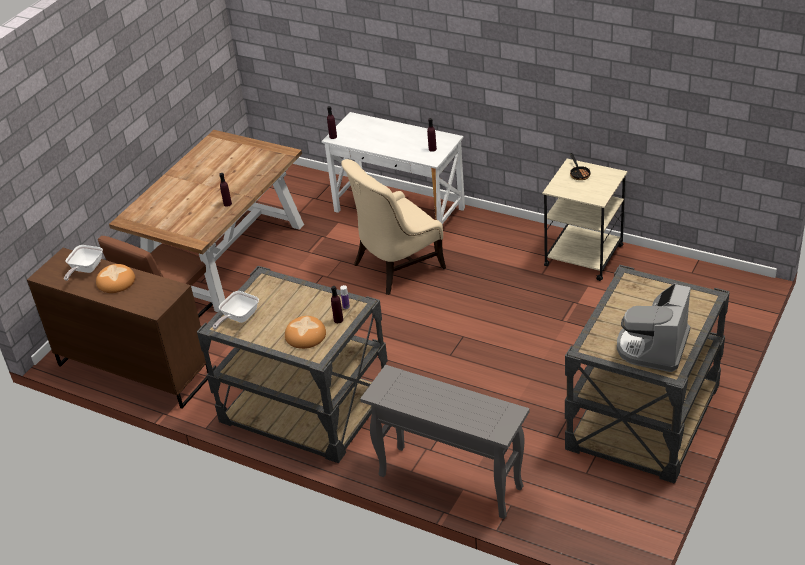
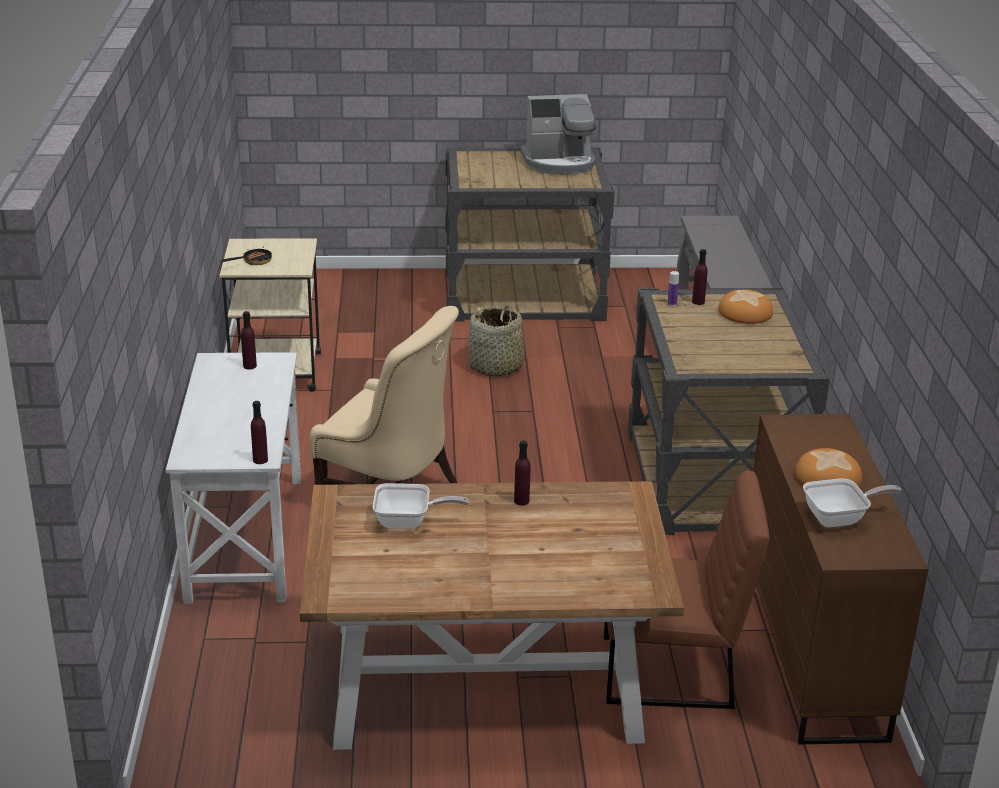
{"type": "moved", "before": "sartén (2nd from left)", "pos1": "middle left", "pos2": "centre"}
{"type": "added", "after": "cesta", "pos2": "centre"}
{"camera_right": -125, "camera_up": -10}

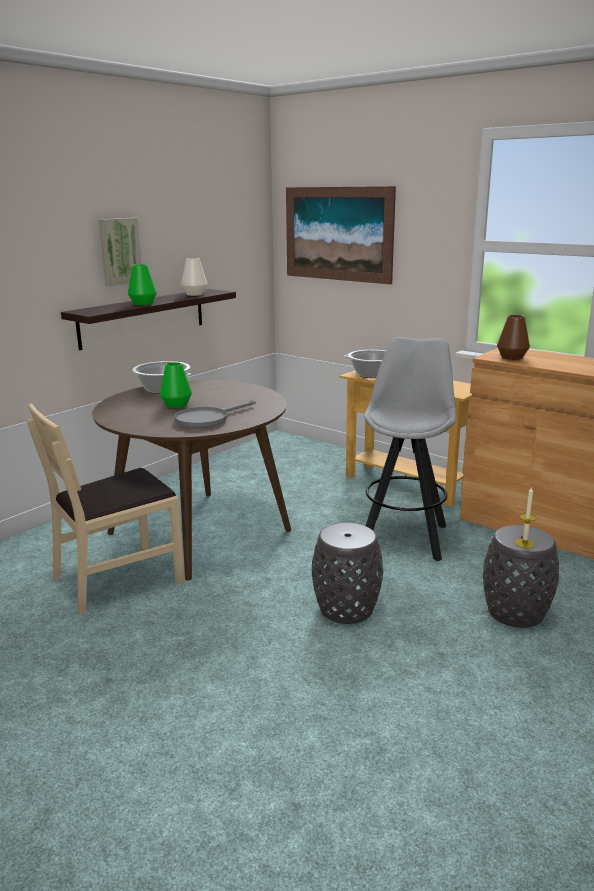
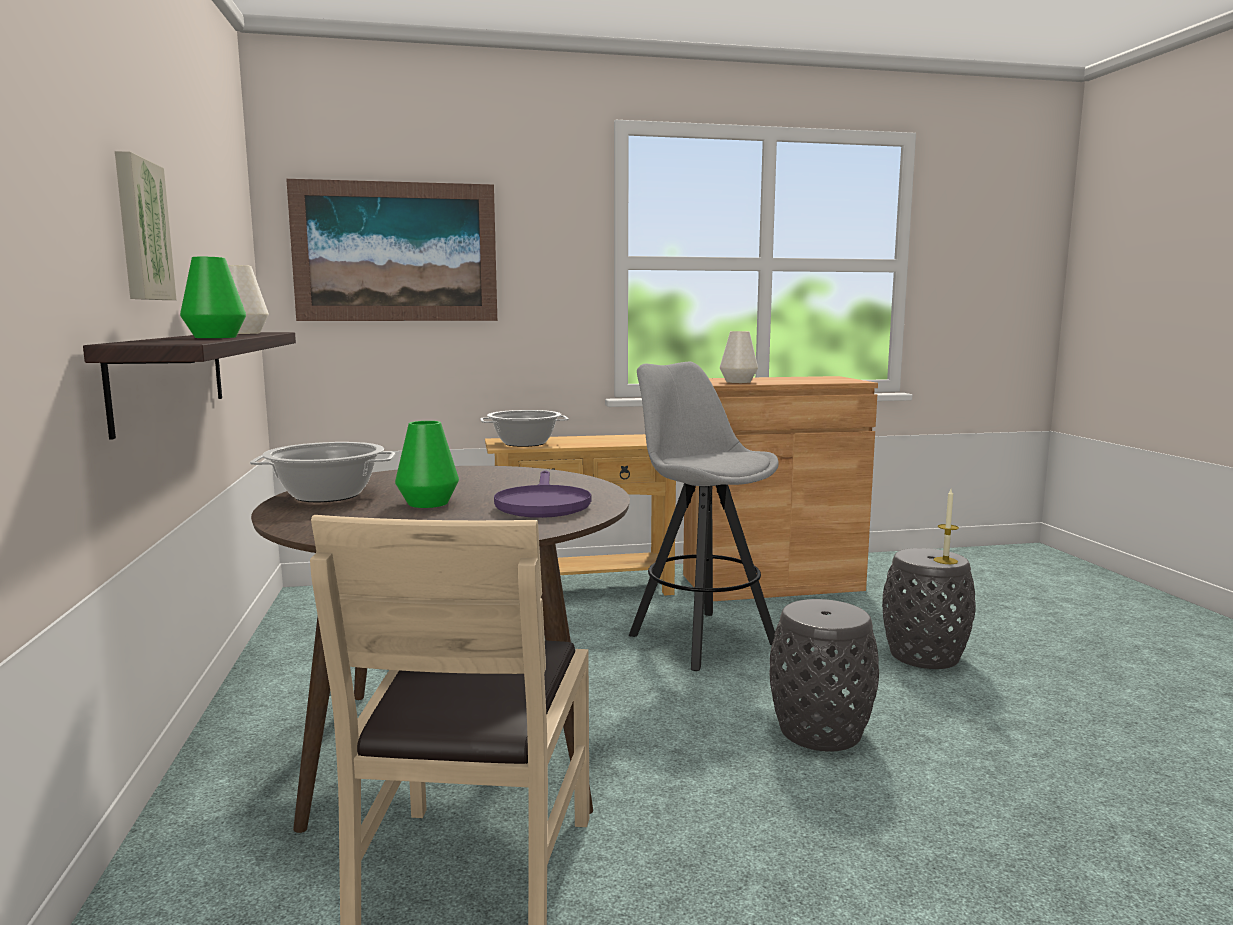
{"type": "recoloured", "before": "florero (marrón)", "after": "florero (blanco) (2nd from left)", "pos1": "middle right", "pos2": "centre"}
{"type": "recoloured", "before": "sartén (gris)", "after": "sartén (morado)", "pos1": "centre", "pos2": "centre"}
{"camera_right": -50, "camera_up": -10}

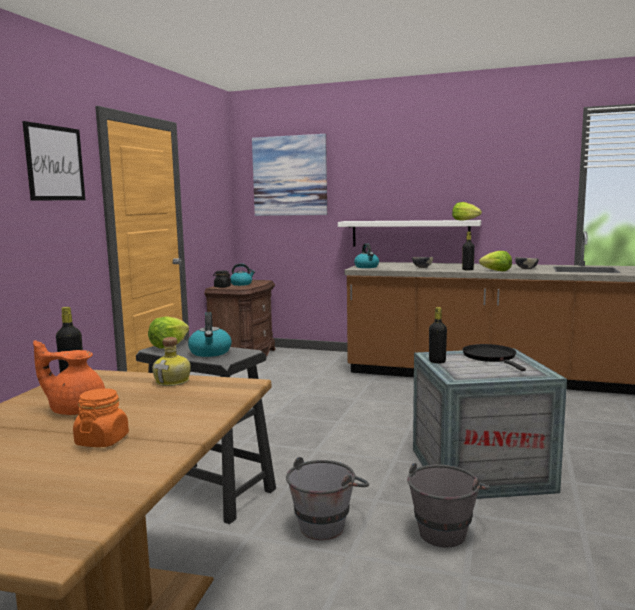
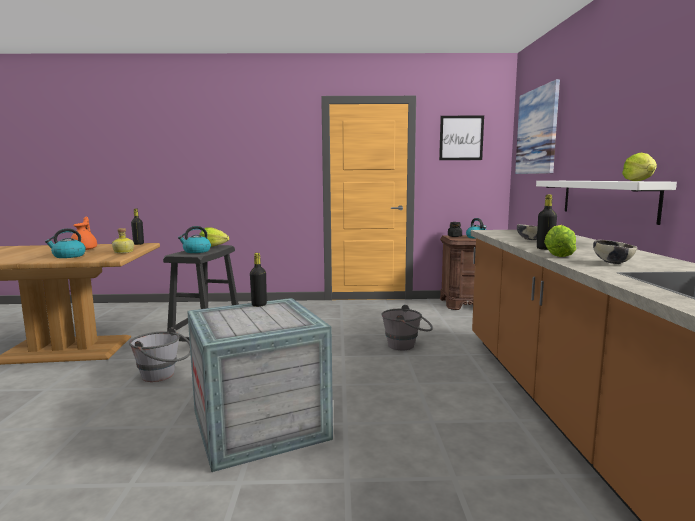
{"type": "moved", "before": "cuadro (1st from left)", "pos1": "top left", "pos2": "top centre"}
{"type": "moved", "before": "hervidor (3rd from left in the first image)", "after": "hervidor (1st from left)", "pos1": "centre", "pos2": "middle left"}
{"type": "removed", "before": "sartén (negro)", "pos1": "middle right"}
{"type": "removed", "before": "tarro (naranja)", "pos1": "bottom left"}
{"type": "moved", "before": "cubo (gris) (2nd from left)", "pos1": "bottom right", "pos2": "centre"}
{"camera_right": 70, "camera_up": 0}

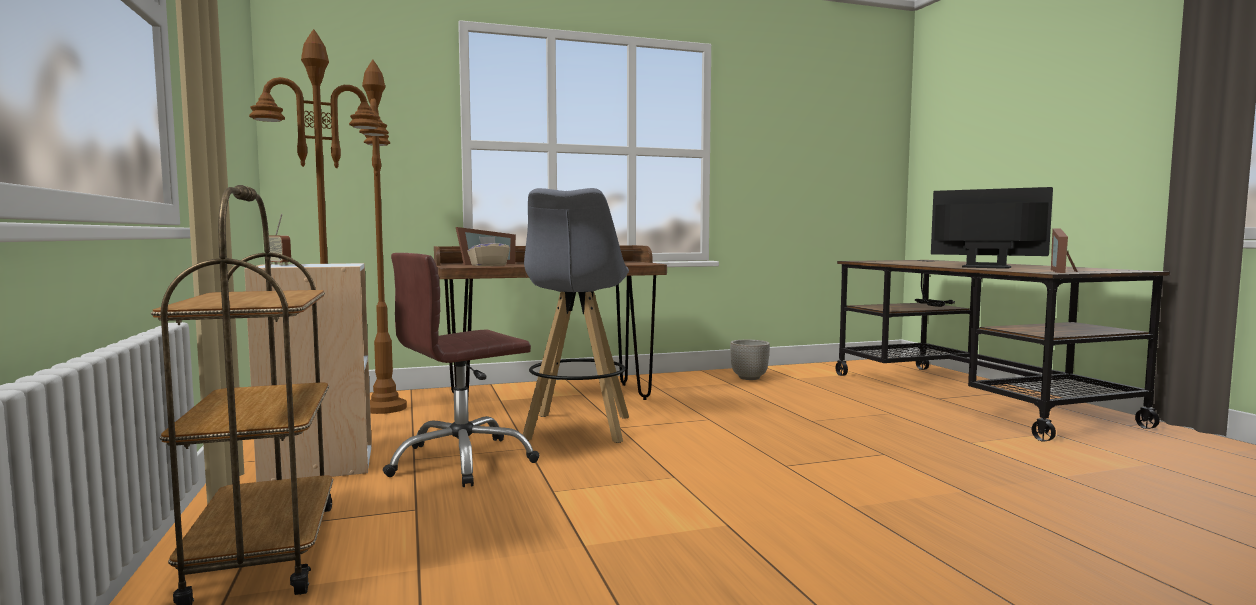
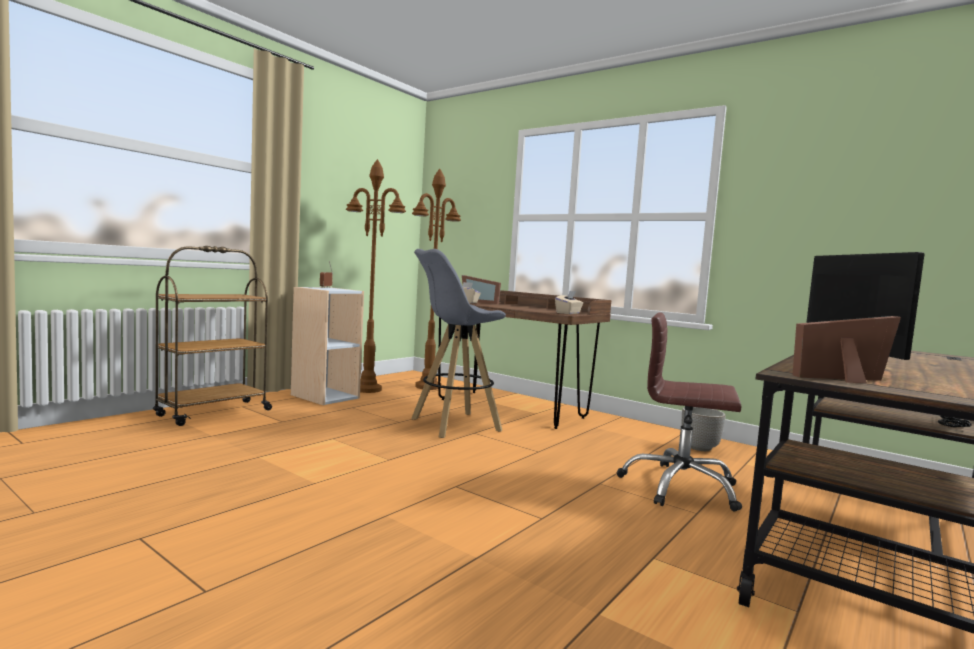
{"type": "moved", "before": "silla de oficina (marrón)", "pos1": "centre", "pos2": "middle right"}
{"type": "added", "after": "caja de pañuelos (beis) (2nd from left)", "pos2": "centre"}
{"camera_right": 55, "camera_up": 0}

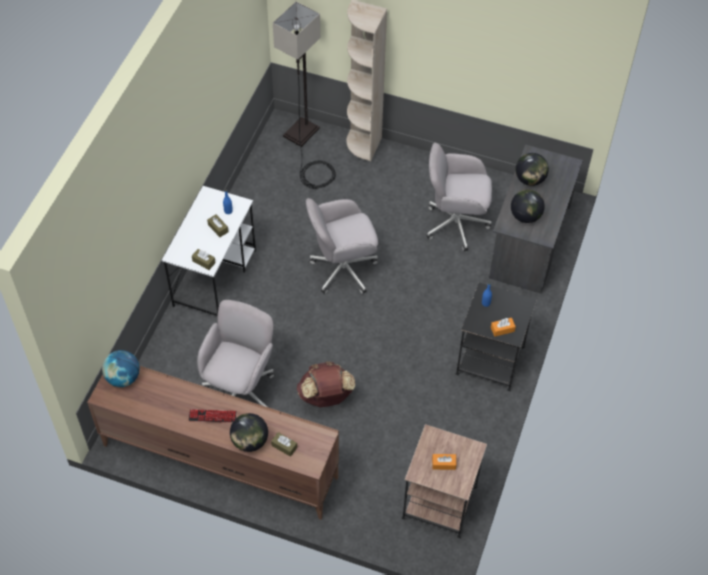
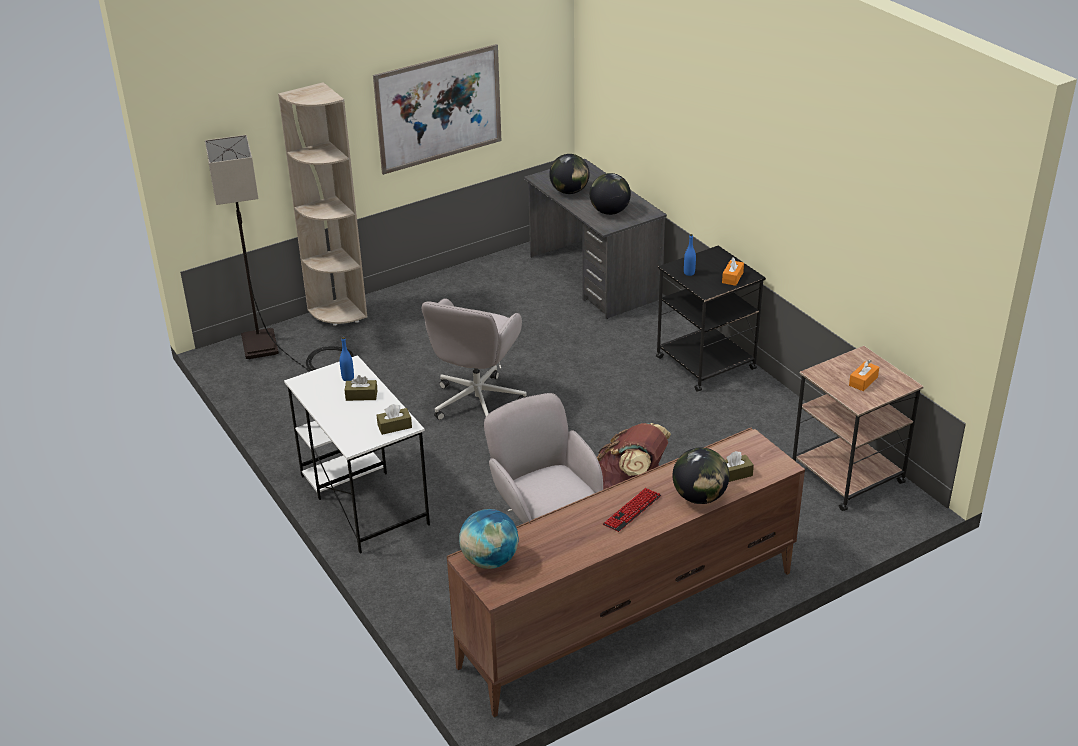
{"type": "removed", "before": "silla de oficina (gris) (3rd from left)", "pos1": "centre"}
{"type": "added", "after": "cuadro", "pos2": "top centre"}
{"camera_right": -50, "camera_up": -20}

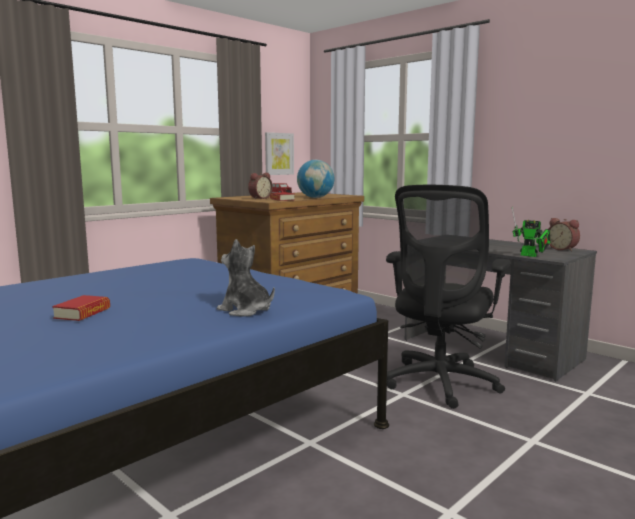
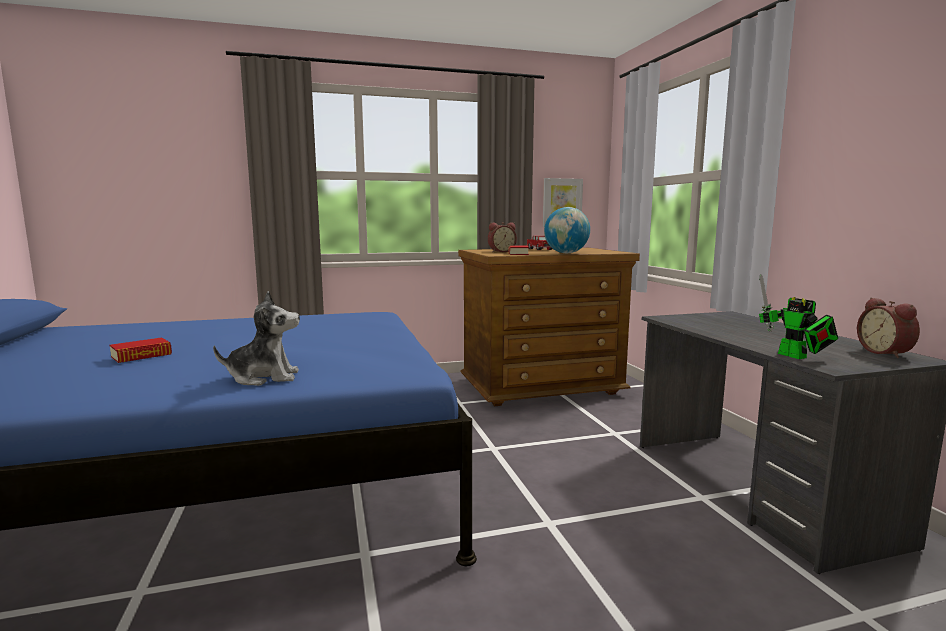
{"type": "removed", "before": "silla de oficina (negro)", "pos1": "middle right"}
{"type": "turned", "before": "peluche", "pos1": "centre", "pos2": "middle left", "turn": 105}
{"camera_right": 30, "camera_up": 0}

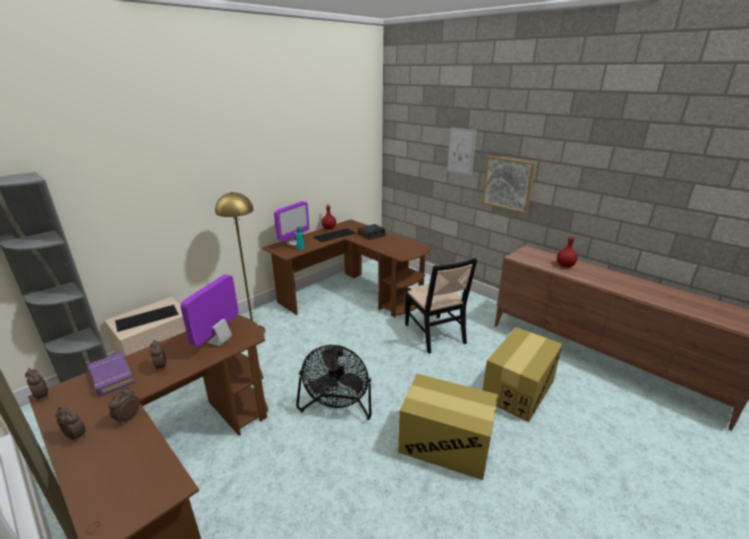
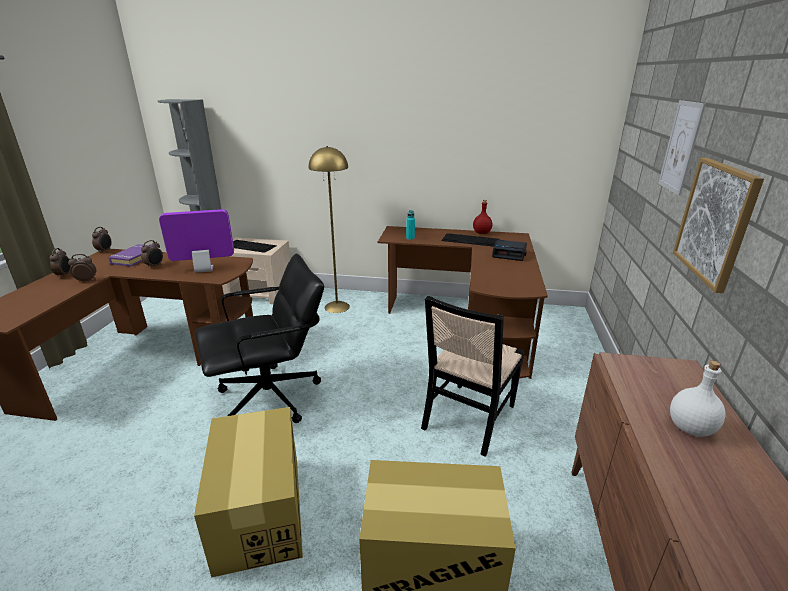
{"type": "removed", "before": "monitor (2nd from left)", "pos1": "centre"}
{"type": "recoloured", "before": "botella (rojo) (2nd from left)", "after": "botella (blanco)", "pos1": "middle right", "pos2": "bottom right"}
{"type": "replaced", "before": "ventilador (negro)", "after": "silla de oficina (negro)", "pos1": "bottom centre", "pos2": "middle left"}
{"camera_right": 55, "camera_up": 0}

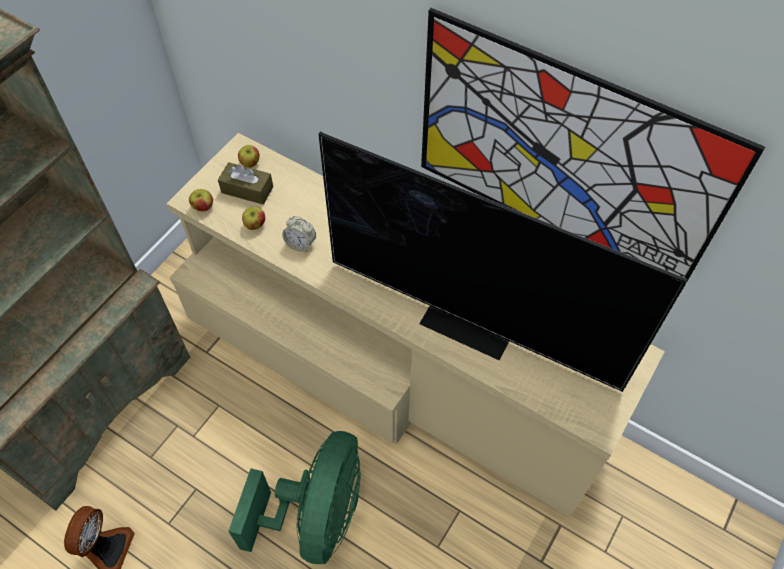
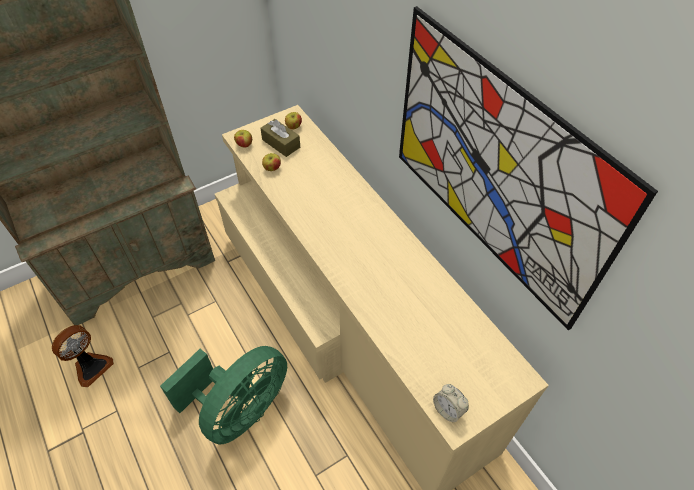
{"type": "removed", "before": "televisor", "pos1": "centre"}
{"type": "moved", "before": "despertador", "pos1": "centre", "pos2": "bottom centre"}
{"camera_right": 25, "camera_up": -5}

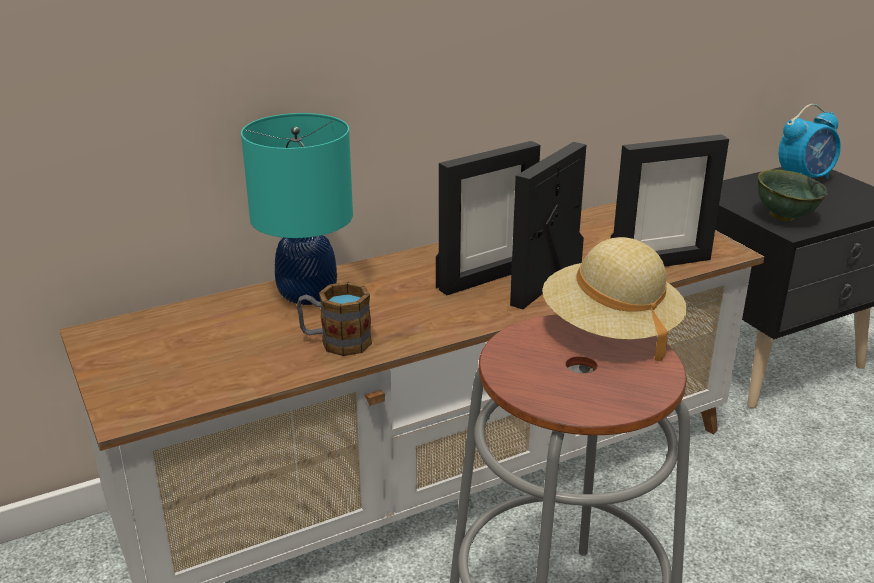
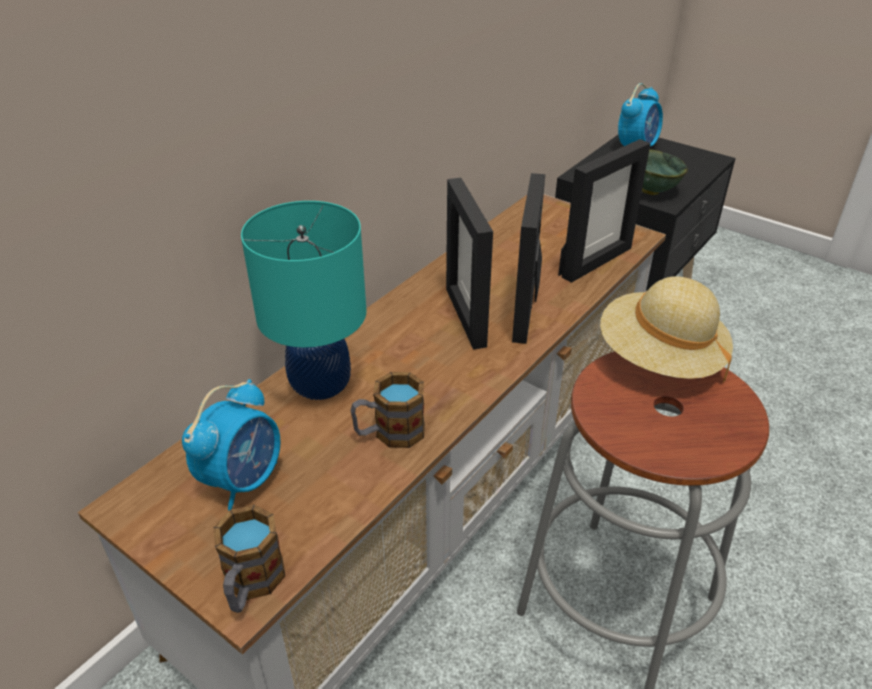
{"type": "turned", "before": "portarretratos (1st from left)", "pos1": "centre", "pos2": "centre", "turn": 135}
{"type": "added", "after": "despertador (1st from left)", "pos2": "middle left"}
{"type": "added", "after": "taza grande (1st from left)", "pos2": "bottom left"}
{"camera_right": -25, "camera_up": 10}

